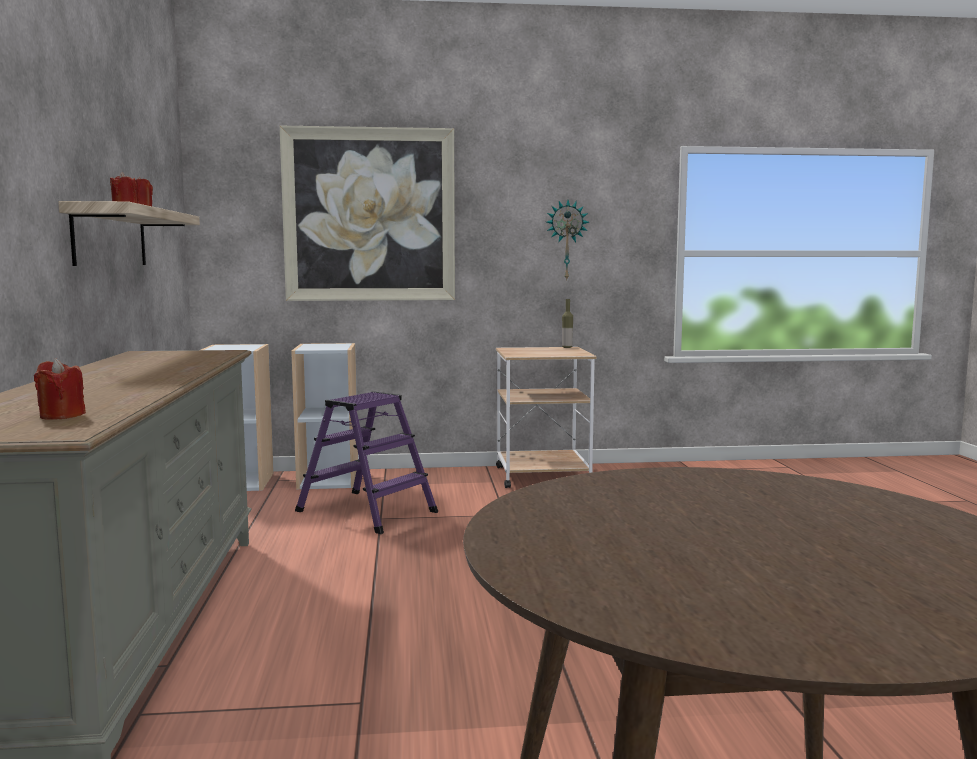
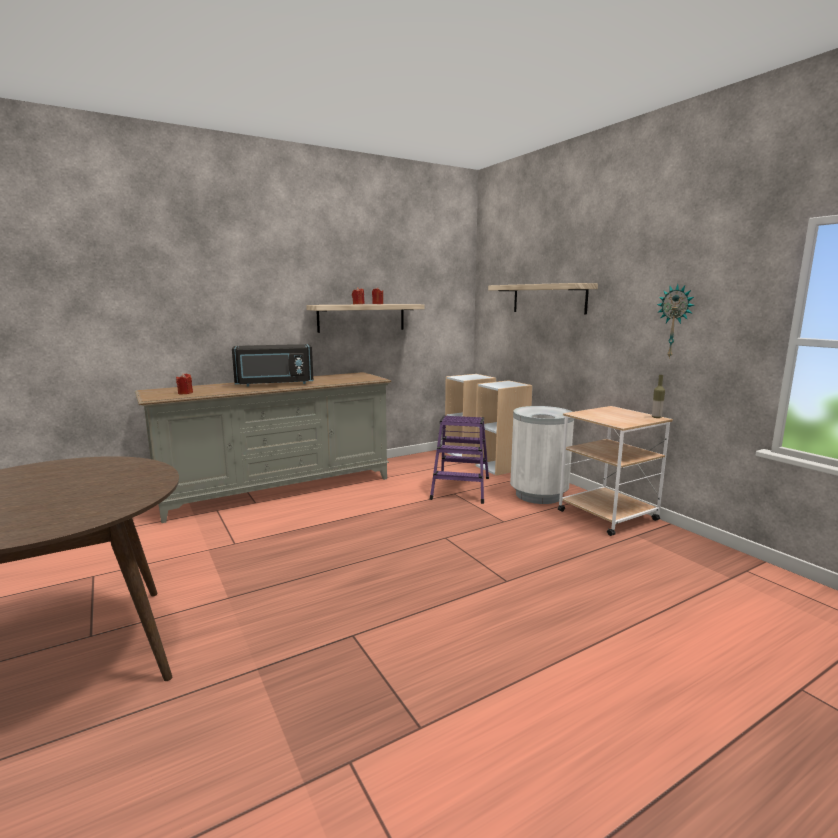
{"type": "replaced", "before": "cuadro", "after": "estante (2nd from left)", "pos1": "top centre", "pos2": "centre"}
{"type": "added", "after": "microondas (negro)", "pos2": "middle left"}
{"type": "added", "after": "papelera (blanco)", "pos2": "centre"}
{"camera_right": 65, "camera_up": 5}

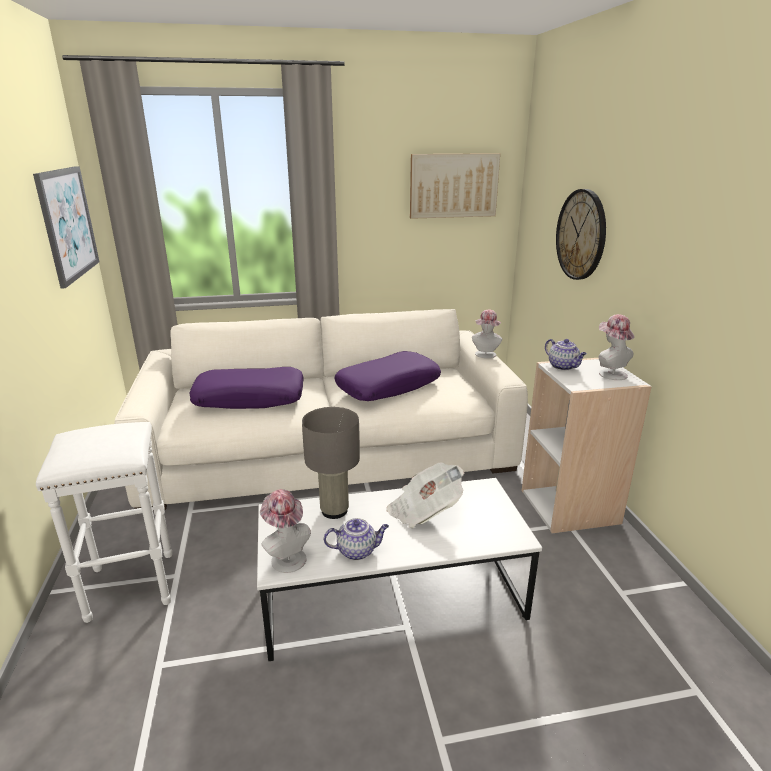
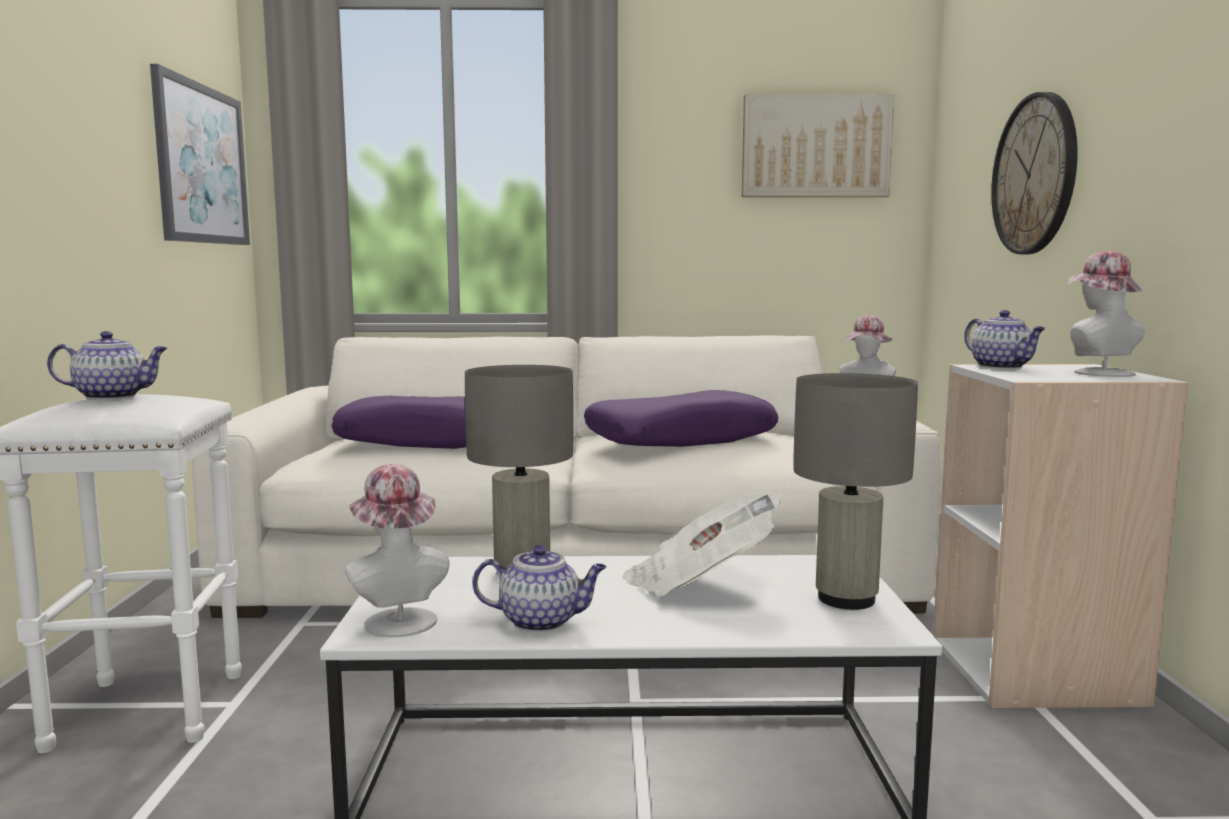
{"type": "added", "after": "tetera (1st from left)", "pos2": "middle left"}
{"type": "added", "after": "lámpara de mesa (gris) (2nd from left)", "pos2": "middle right"}
{"camera_right": 10, "camera_up": -15}

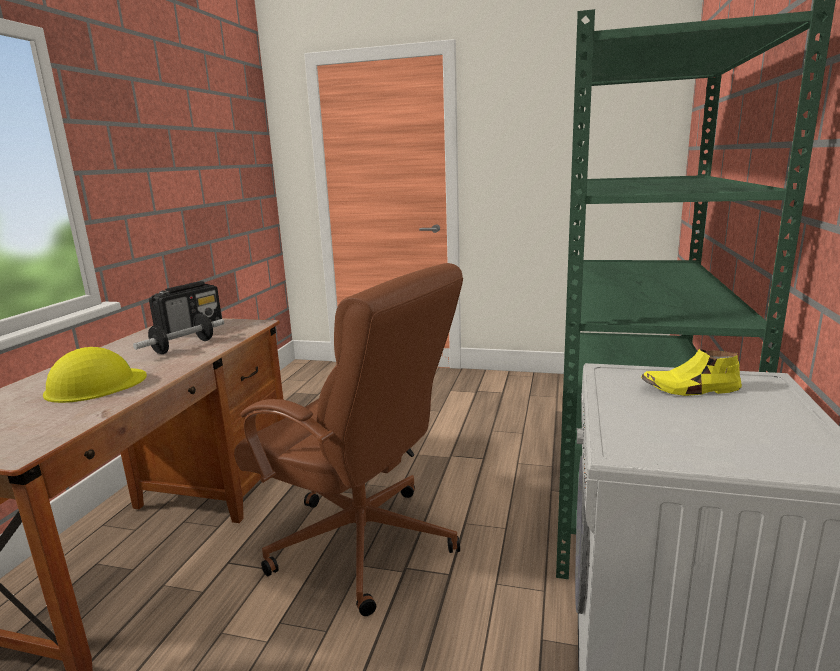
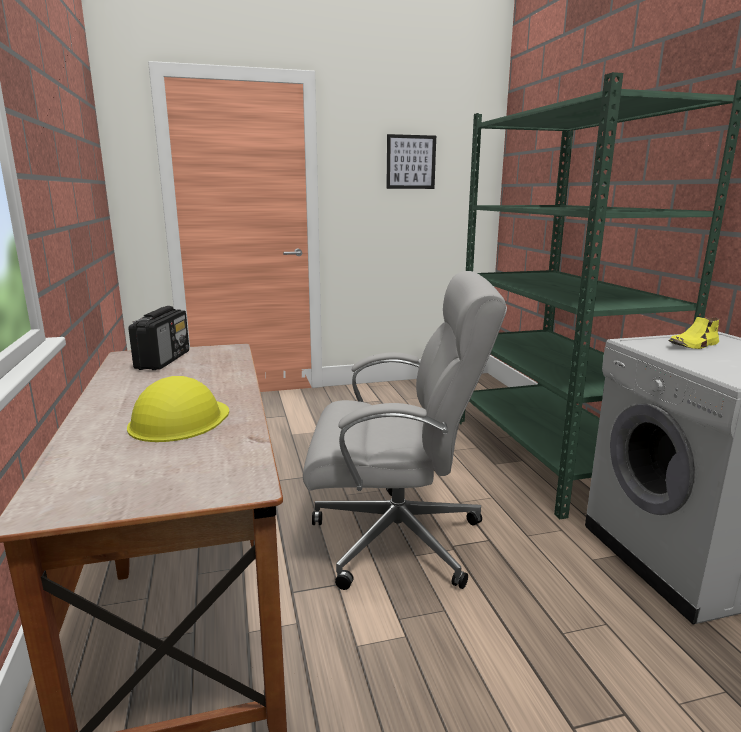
{"type": "recoloured", "before": "silla de oficina (marrón)", "after": "silla de oficina (gris)", "pos1": "centre", "pos2": "centre"}
{"type": "removed", "before": "mancuerna", "pos1": "middle left"}
{"type": "added", "after": "cuadro", "pos2": "top centre"}
{"camera_right": -30, "camera_up": 0}

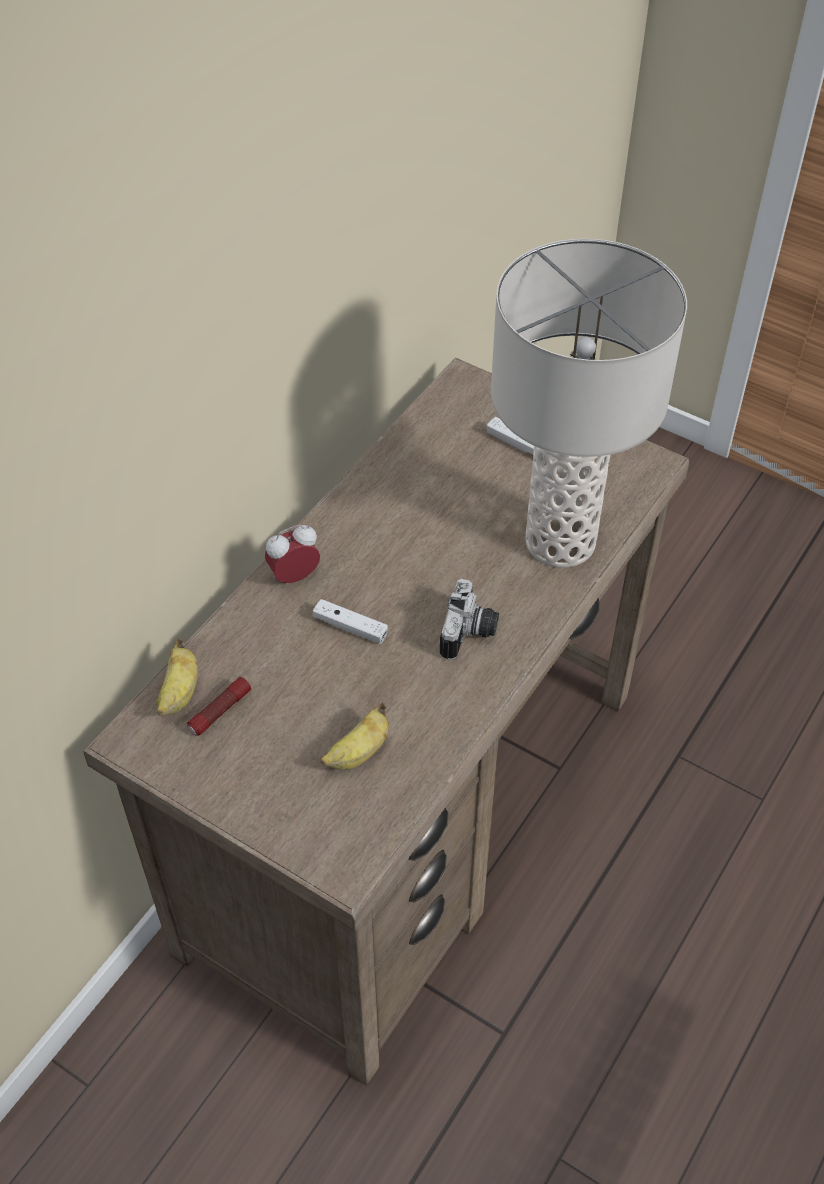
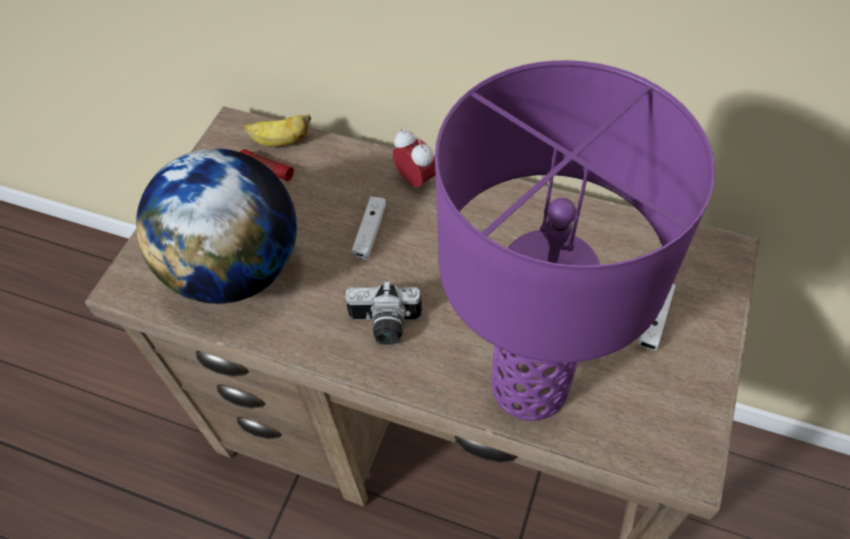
{"type": "recoloured", "before": "lámpara de mesa (blanco)", "after": "lámpara de mesa (morado)", "pos1": "middle right", "pos2": "middle right"}
{"type": "replaced", "before": "plátano (2nd from left)", "after": "globo terráqueo", "pos1": "centre", "pos2": "middle left"}
{"camera_right": 80, "camera_up": 5}

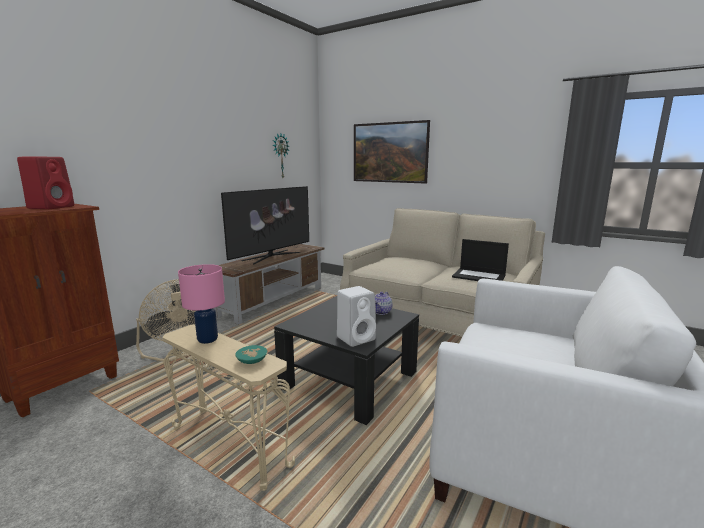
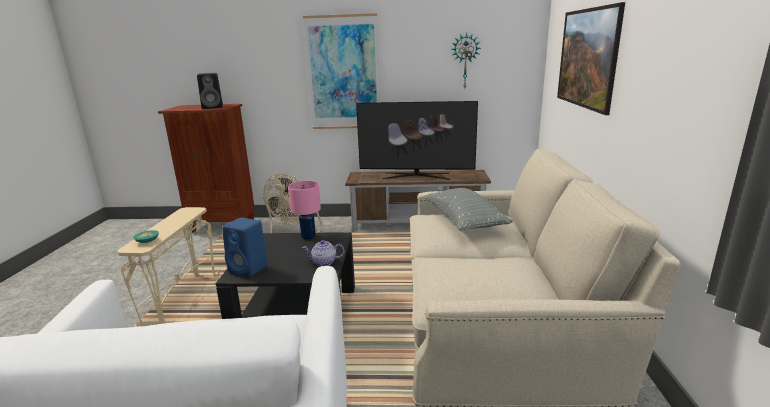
{"type": "recoloured", "before": "altavoz (rojo)", "after": "altavoz (negro)", "pos1": "middle left", "pos2": "top left"}
{"type": "removed", "before": "portátil", "pos1": "middle right"}
{"type": "moved", "before": "lámpara de mesa (rosa)", "pos1": "middle left", "pos2": "centre"}
{"type": "recoloured", "before": "altavoz (blanco)", "after": "altavoz (azul)", "pos1": "centre", "pos2": "middle left"}
{"type": "added", "after": "cuadro (1st from left)", "pos2": "top centre"}
{"type": "added", "after": "cojín (gris)", "pos2": "centre"}
{"camera_right": 60, "camera_up": 5}

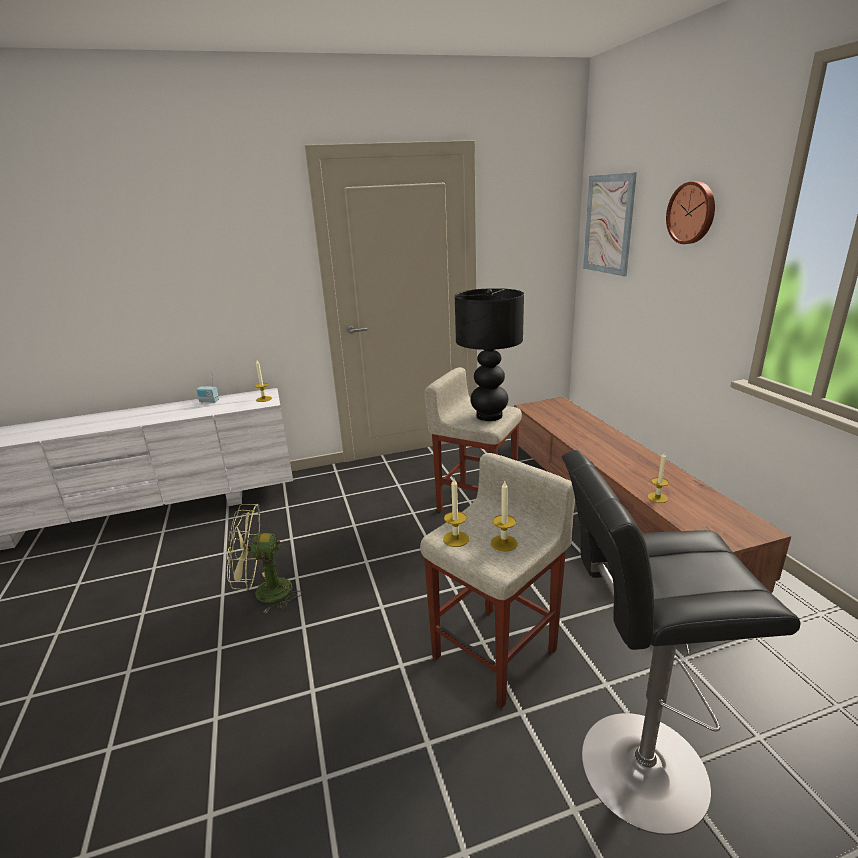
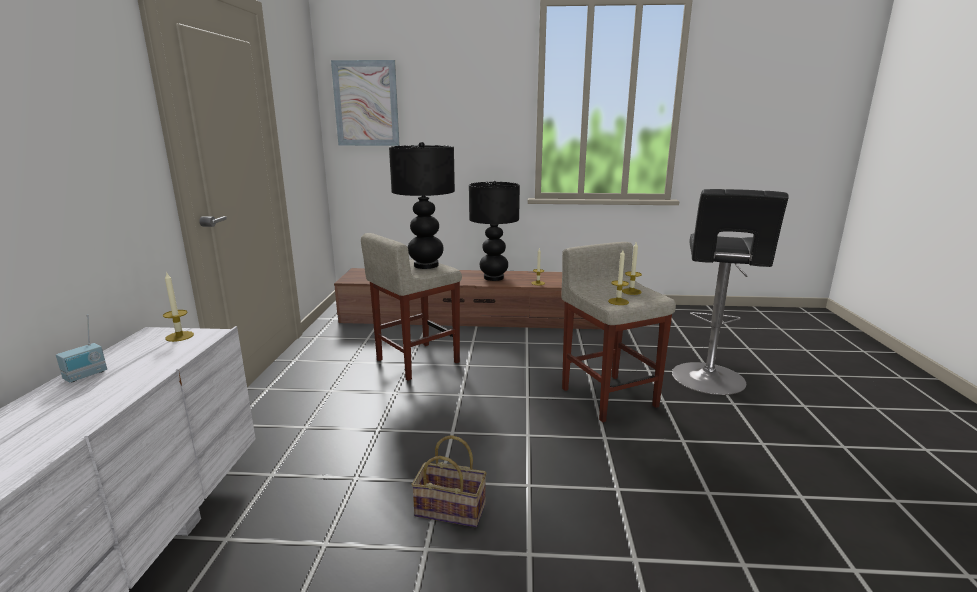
{"type": "removed", "before": "reloj de pared", "pos1": "top right"}
{"type": "replaced", "before": "ventilador (verde)", "after": "cesta", "pos1": "middle left", "pos2": "bottom centre"}
{"type": "added", "after": "lámpara de mesa (negro) (2nd from left)", "pos2": "centre"}
{"camera_right": -70, "camera_up": -5}

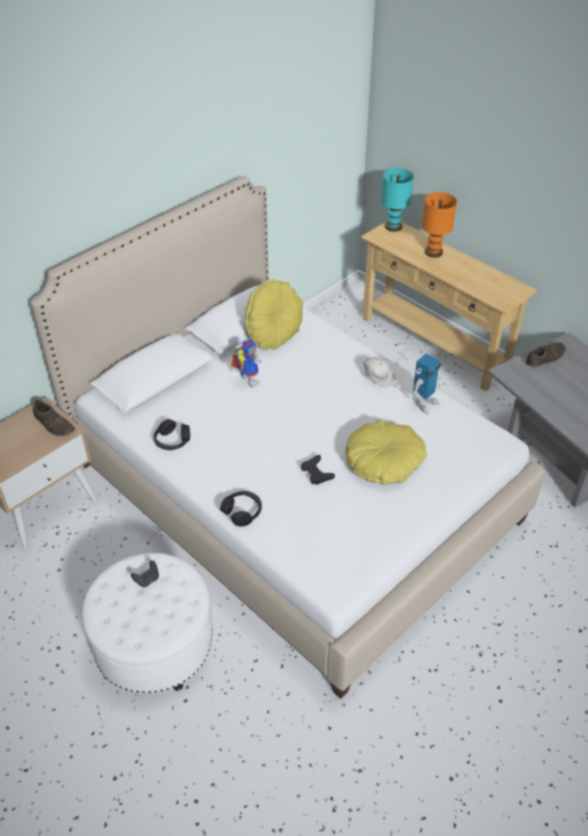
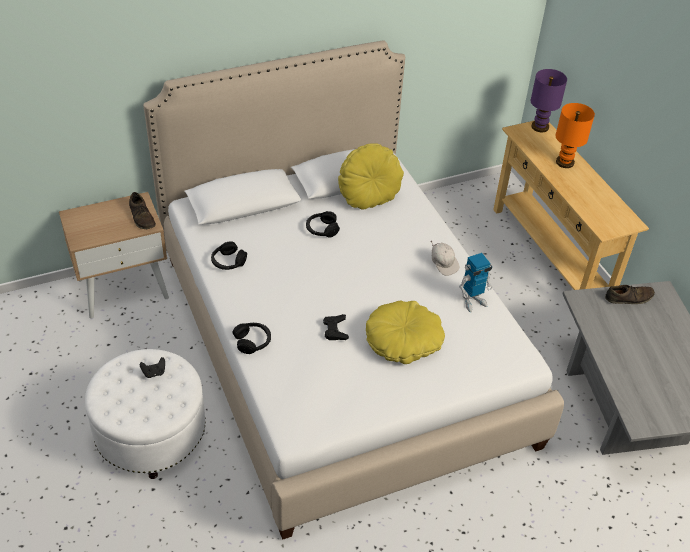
{"type": "recoloured", "before": "lámpara de mesa (turquesa)", "after": "lámpara de mesa (morado)", "pos1": "top right", "pos2": "top right"}
{"type": "replaced", "before": "robot de juguete (1st from left)", "after": "auriculares (negro) (3rd from left)", "pos1": "centre", "pos2": "centre"}
{"camera_right": 20, "camera_up": 0}

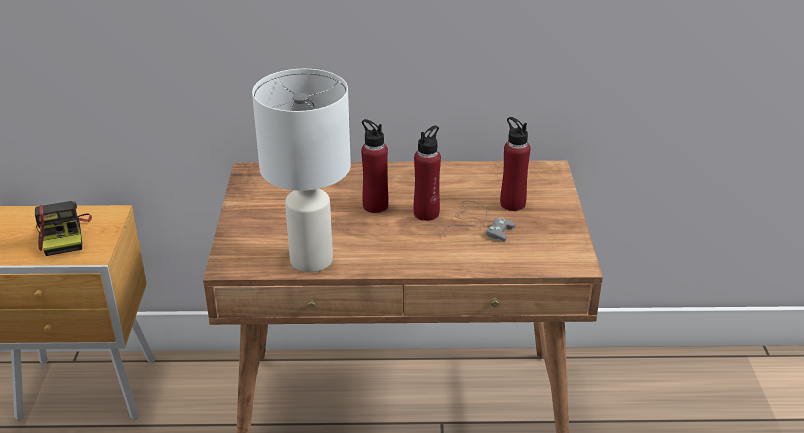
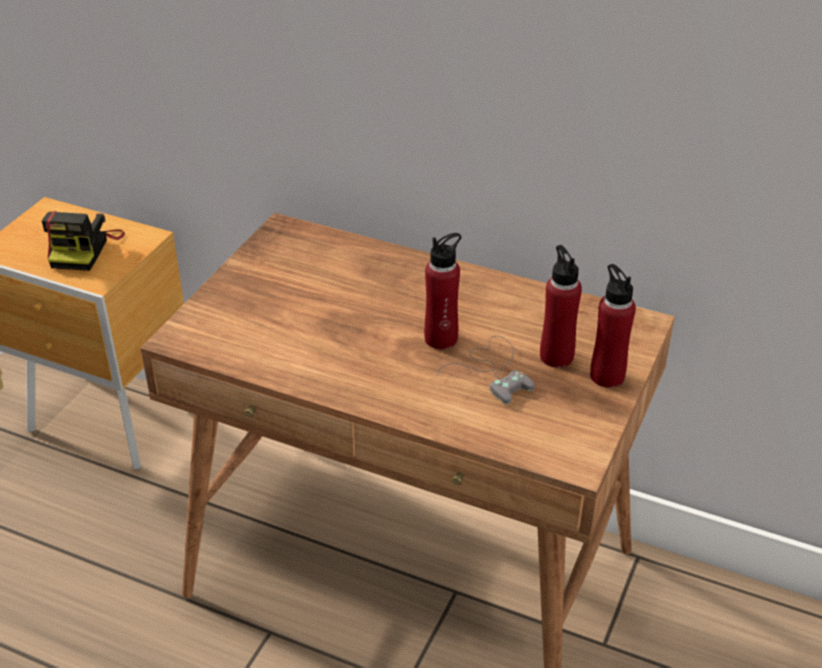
{"type": "removed", "before": "lámpara de mesa (blanco)", "pos1": "centre"}
{"type": "moved", "before": "botella (rojo) (1st from left in the first image)", "after": "botella (rojo) (3rd from left)", "pos1": "centre", "pos2": "middle right"}
{"camera_right": 25, "camera_up": 5}

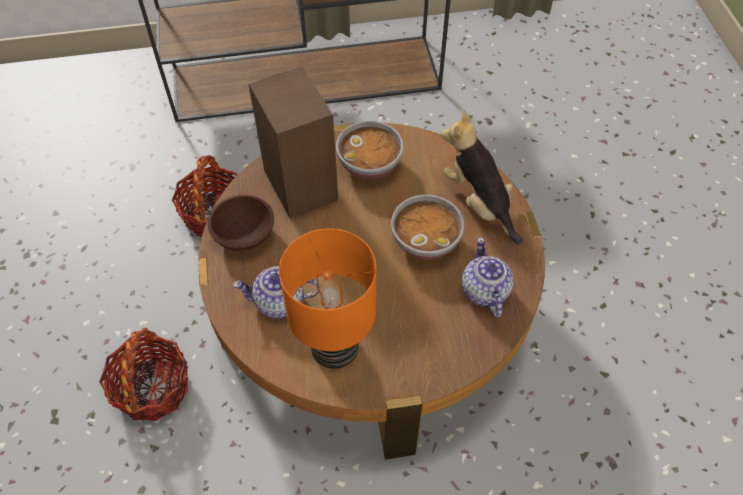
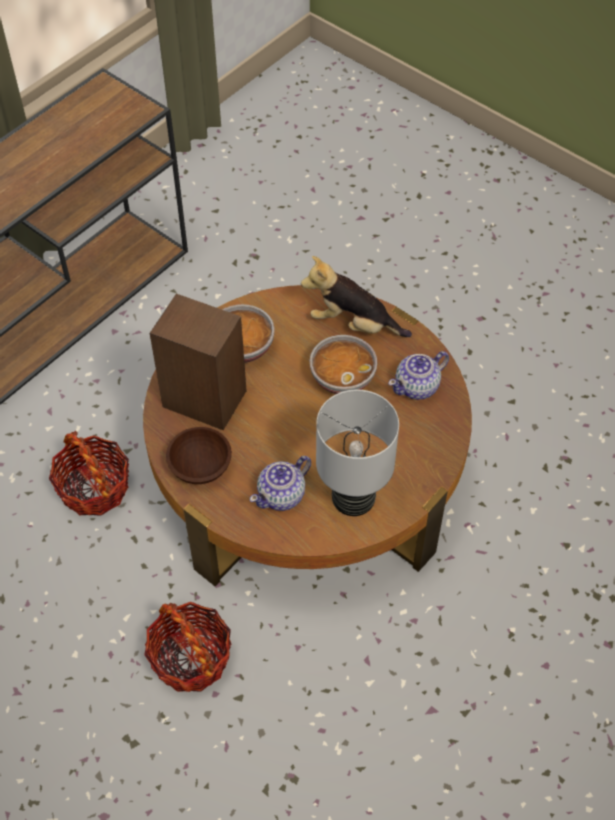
{"type": "recoloured", "before": "lámpara de mesa (naranja)", "after": "lámpara de mesa (gris)", "pos1": "centre", "pos2": "centre"}
{"type": "turned", "before": "tetera (2nd from left)", "pos1": "centre", "pos2": "middle right", "turn": -75}
{"camera_right": -40, "camera_up": 0}

